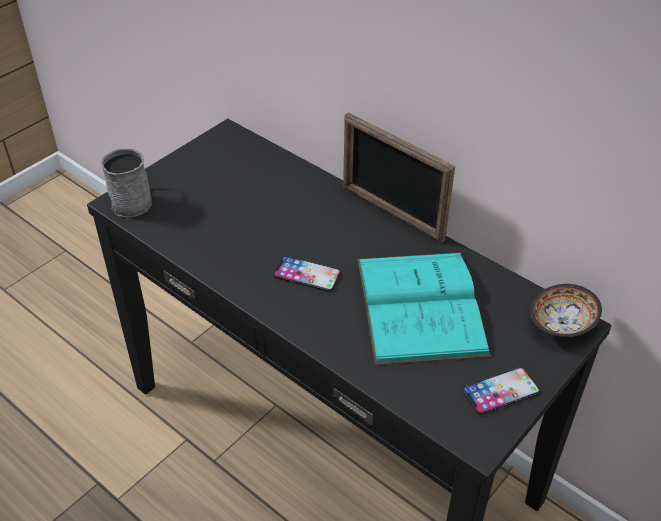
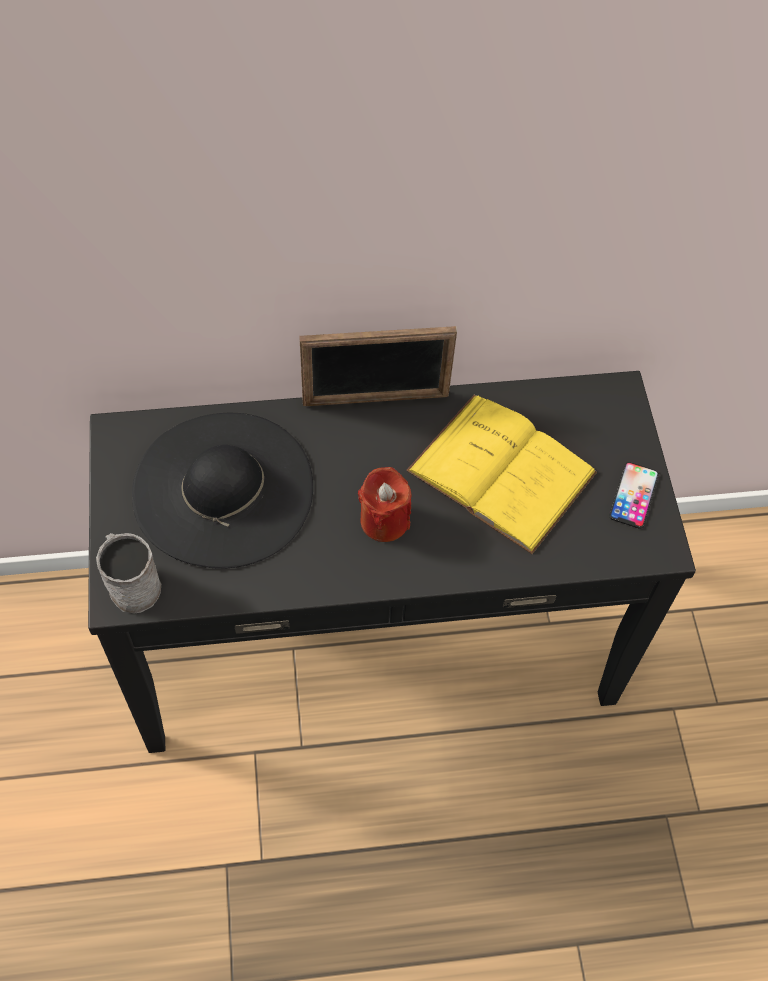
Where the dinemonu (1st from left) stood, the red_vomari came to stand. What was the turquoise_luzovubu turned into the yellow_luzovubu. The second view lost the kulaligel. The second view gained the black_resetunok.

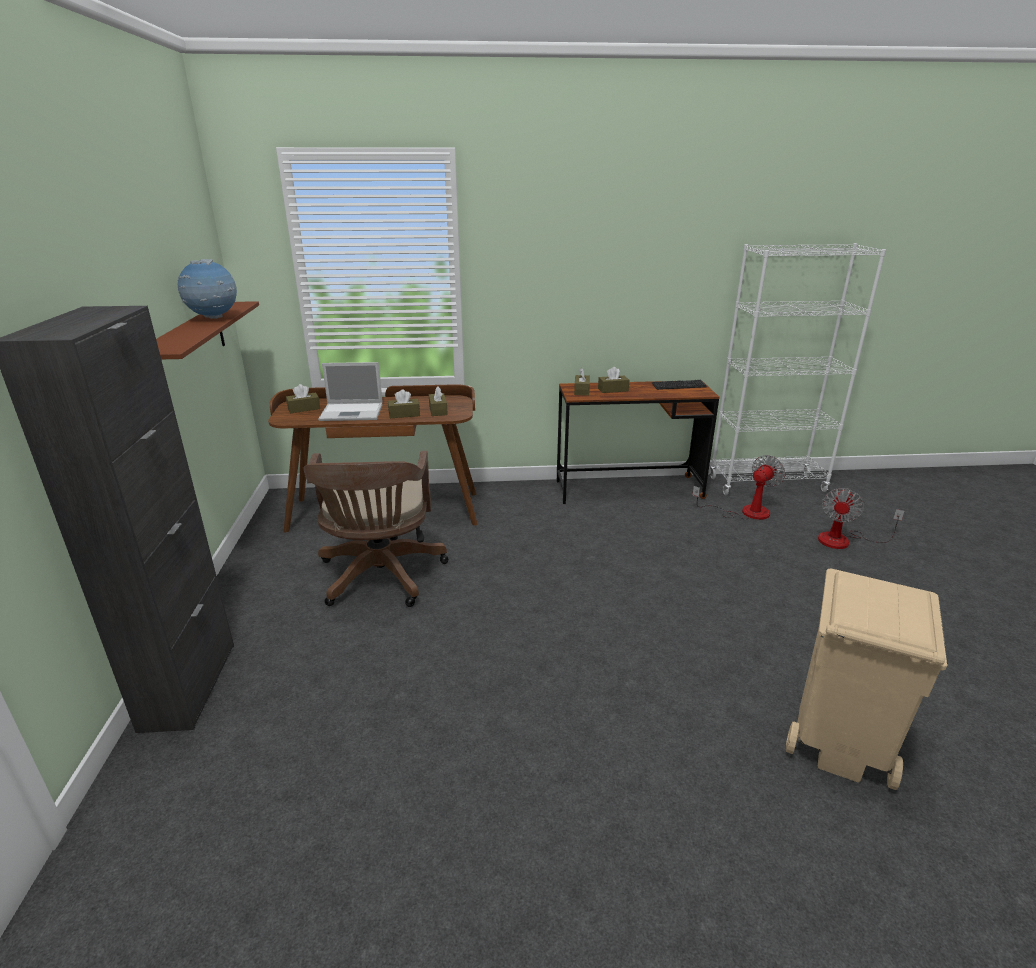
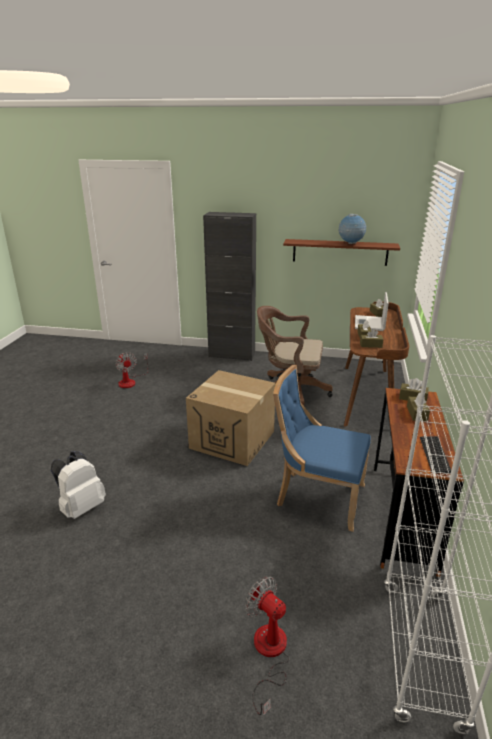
The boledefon (1st from left) ended up elsewhere. Where the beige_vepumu stood, the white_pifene came to stand. The second view gained the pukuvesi. The second view gained the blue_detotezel.

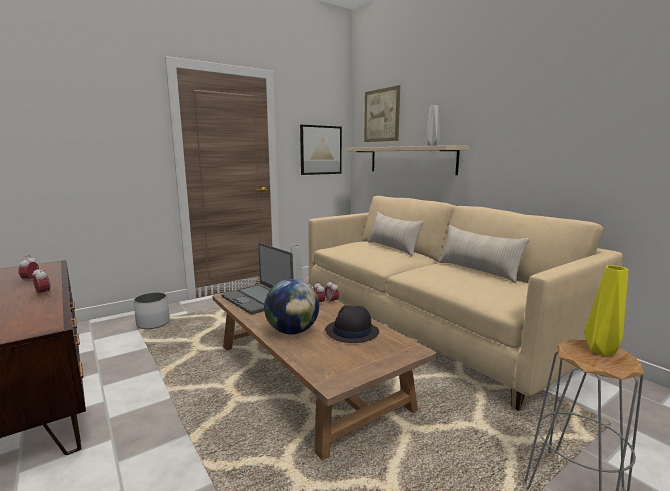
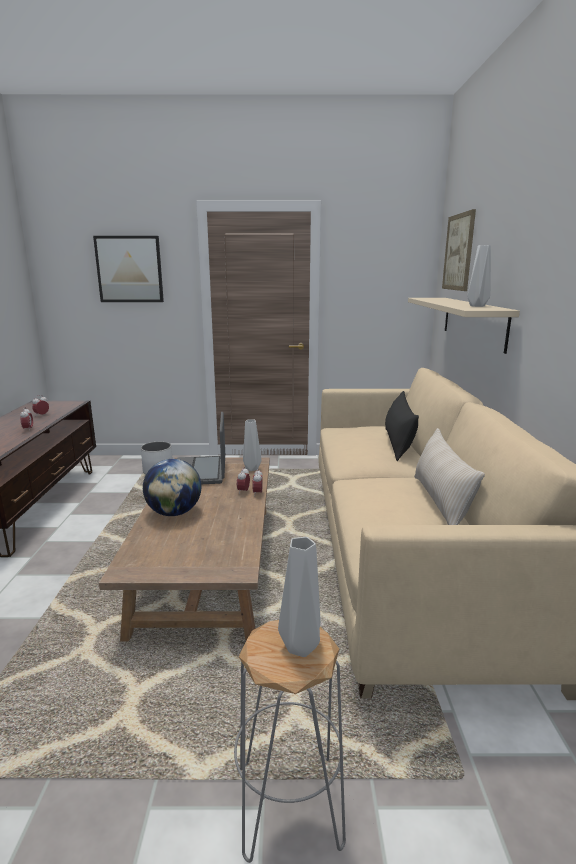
The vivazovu (1st from left) ended up elsewhere. The second view lost the black_resetunok. What was the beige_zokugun (1st from left) turned into the black_zokugun. What was the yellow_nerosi turned into the grey_nerosi (2nd from left).

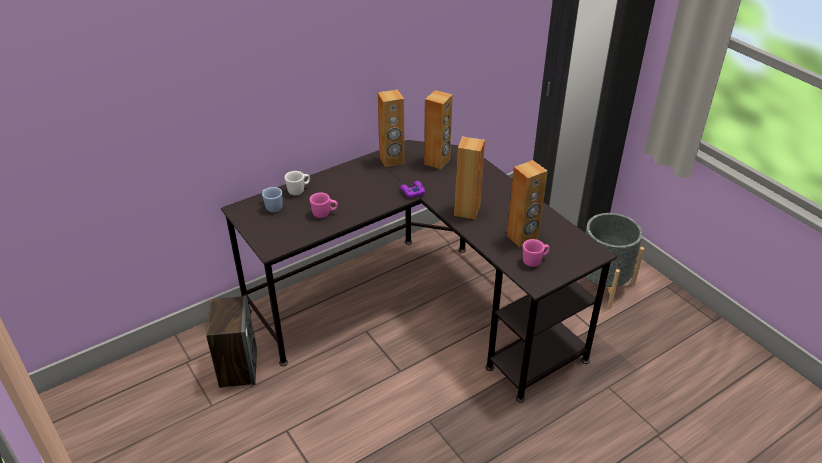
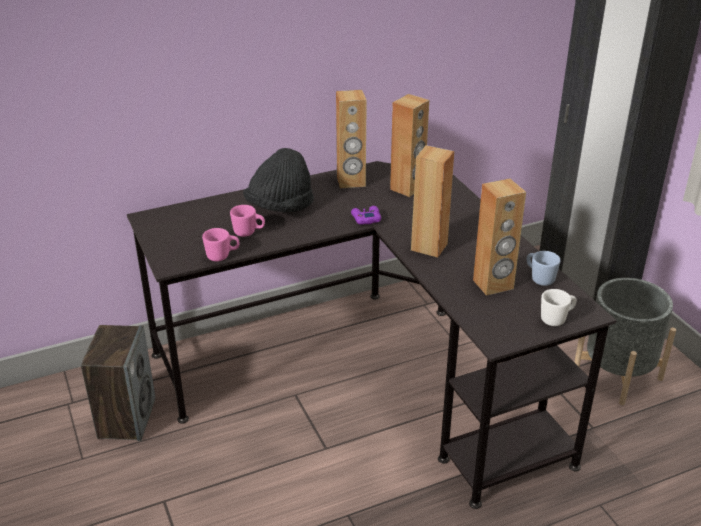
The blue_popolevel ended up elsewhere. The white_popolevel ended up elsewhere. The pink_popolevel (2nd from left in the first image) ended up elsewhere. The second view gained the black_resetunok.

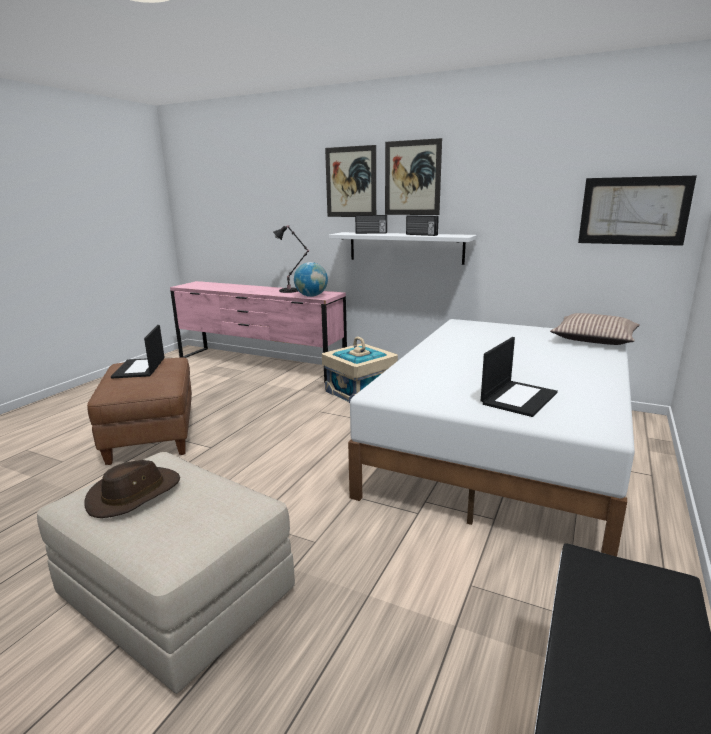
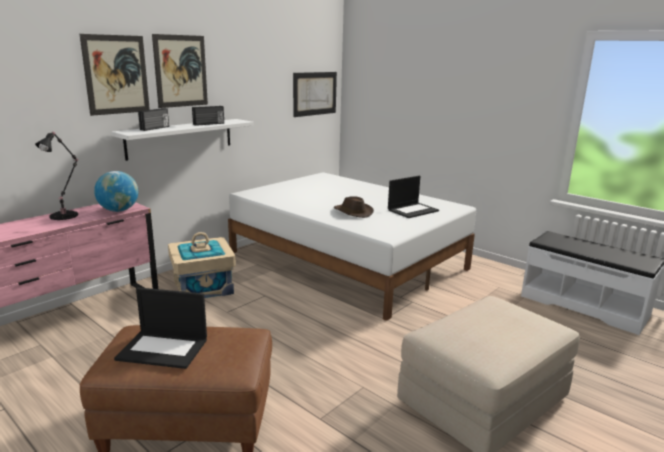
The brown_resetunok ended up elsewhere. The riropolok (2nd from left) ended up facing another way, 90 degrees clockwise from before. The second view lost the zokugun.

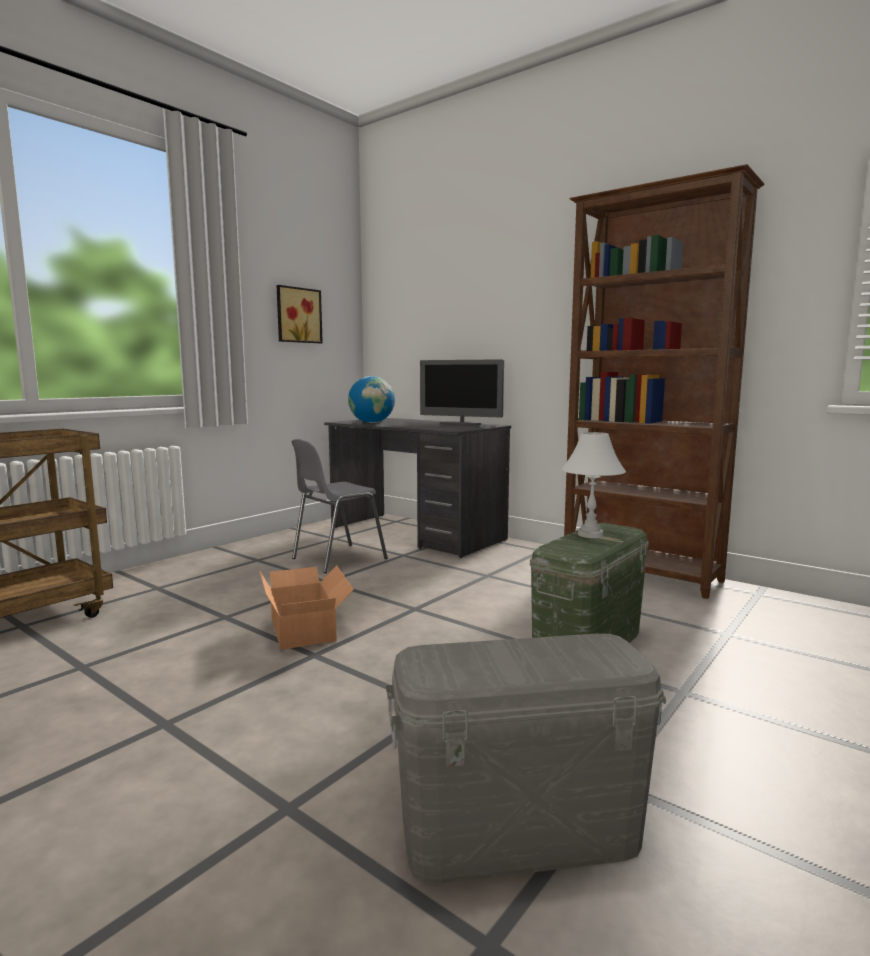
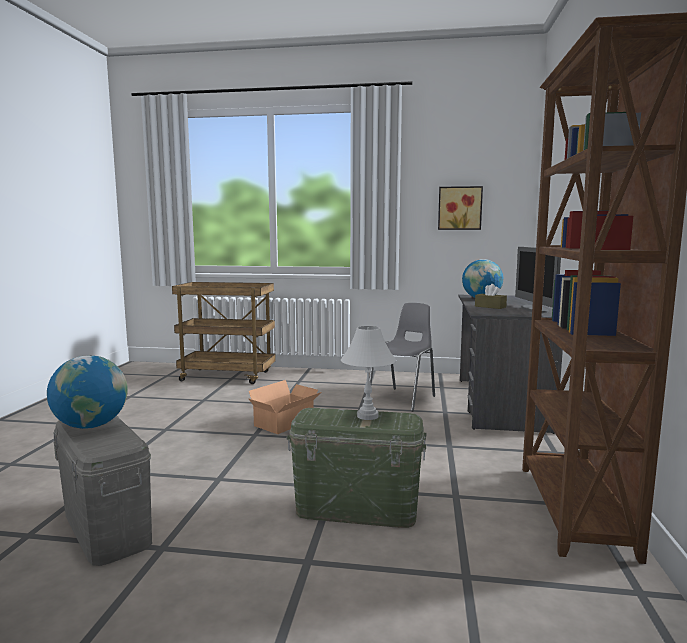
The grey_detotezel ended up facing another way, 105 degrees clockwise from before. The second view gained the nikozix (1st from left). The second view gained the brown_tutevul.

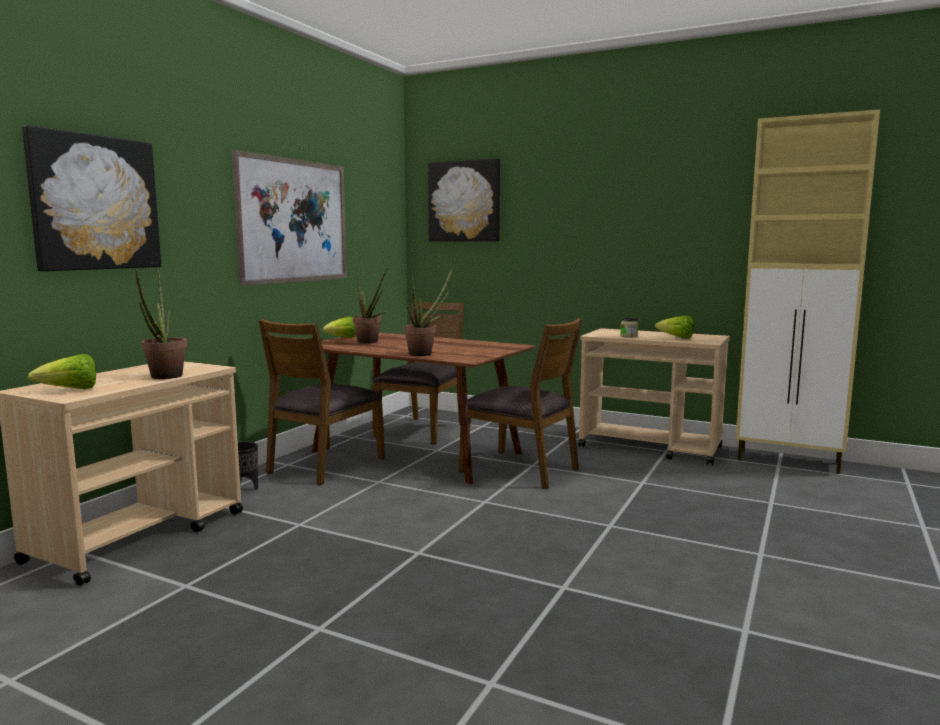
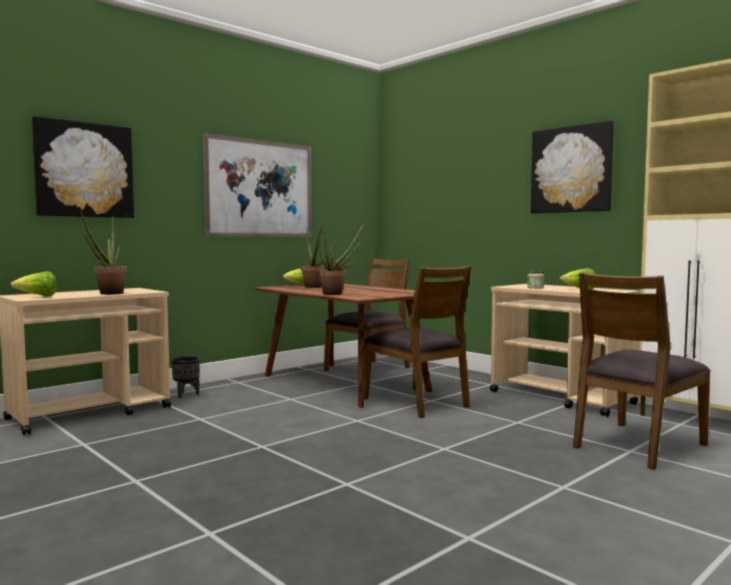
The brown_detotezel (1st from left in the first image) ended up elsewhere. The vivazovu (3rd from left) ended up elsewhere.

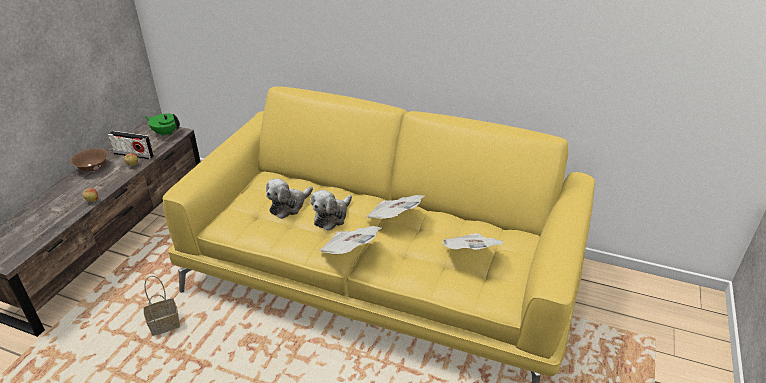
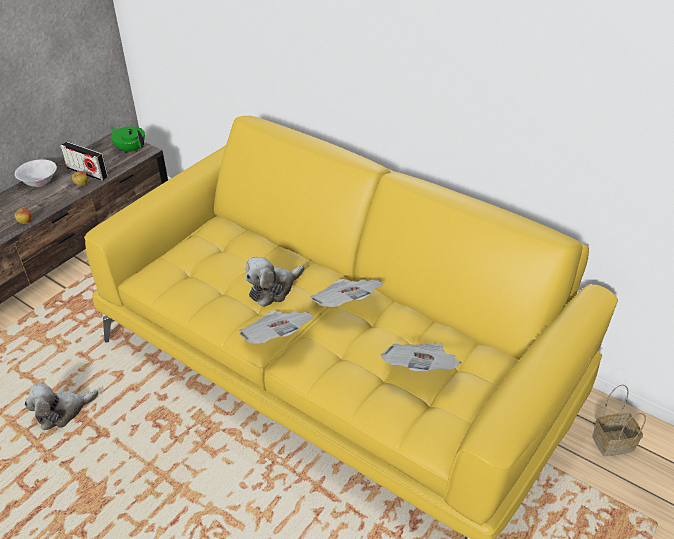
What was the brown_kulaligel turned into the white_kulaligel. The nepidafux ended up elsewhere. The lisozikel (1st from left) ended up elsewhere.

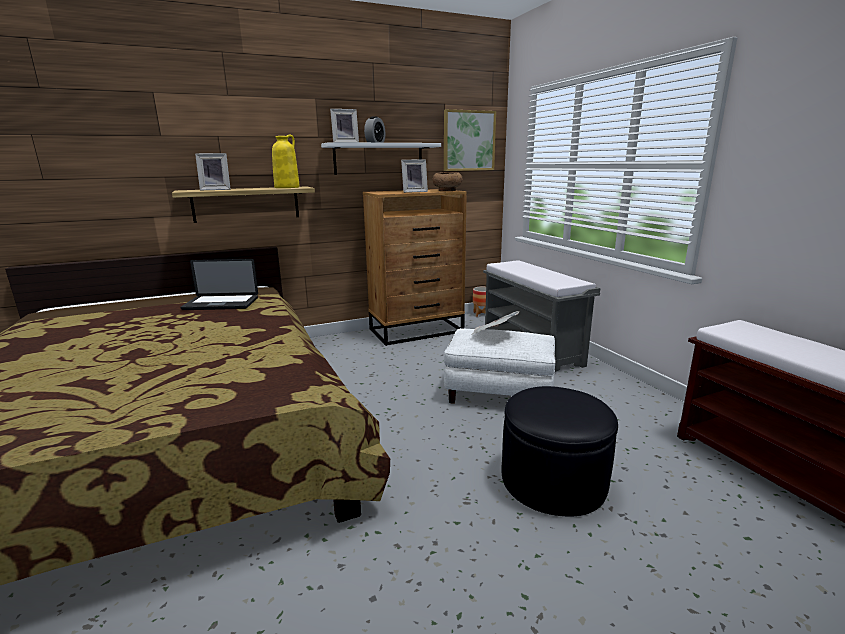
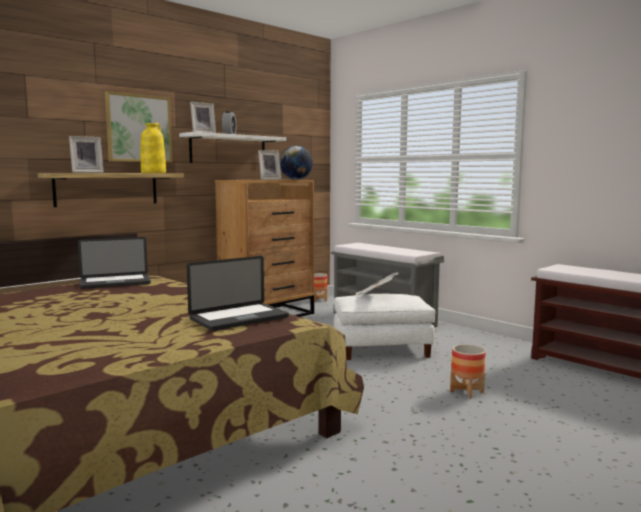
Where the brown_kulaligel stood, the nikozix came to stand. The vivazovu ended up elsewhere. Where the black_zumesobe stood, the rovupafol (2nd from left) came to stand. The second view gained the riropolok (2nd from left).

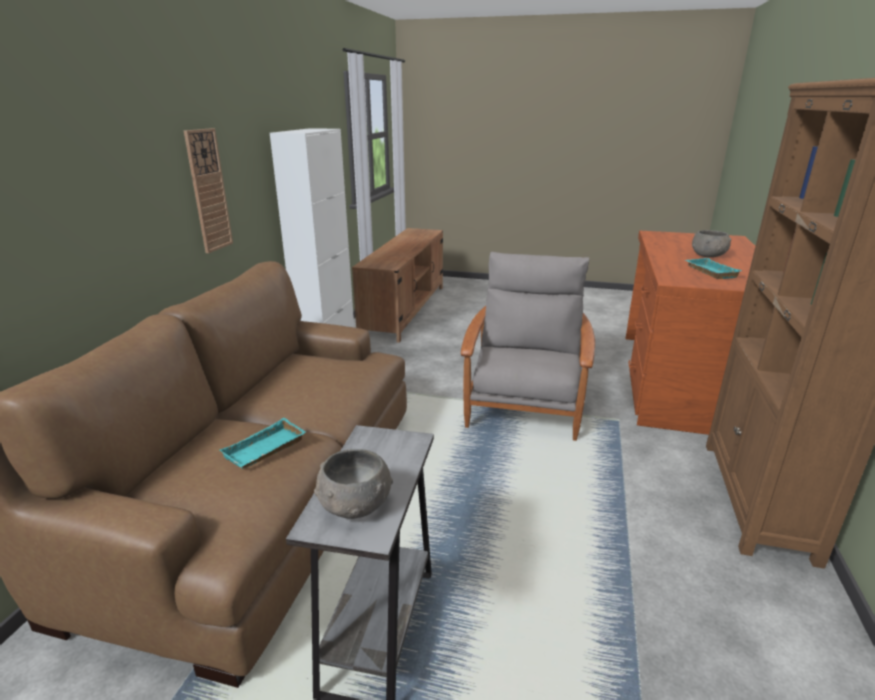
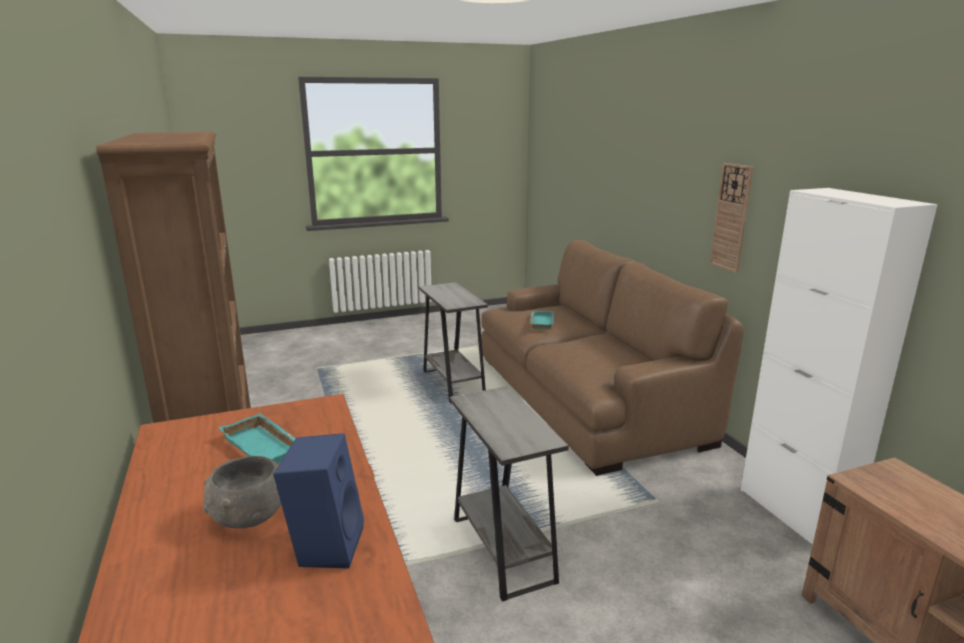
The second view lost the grey_kulaligel (1st from left). Where the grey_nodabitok stood, the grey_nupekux (2nd from left) came to stand. The second view gained the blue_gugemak.

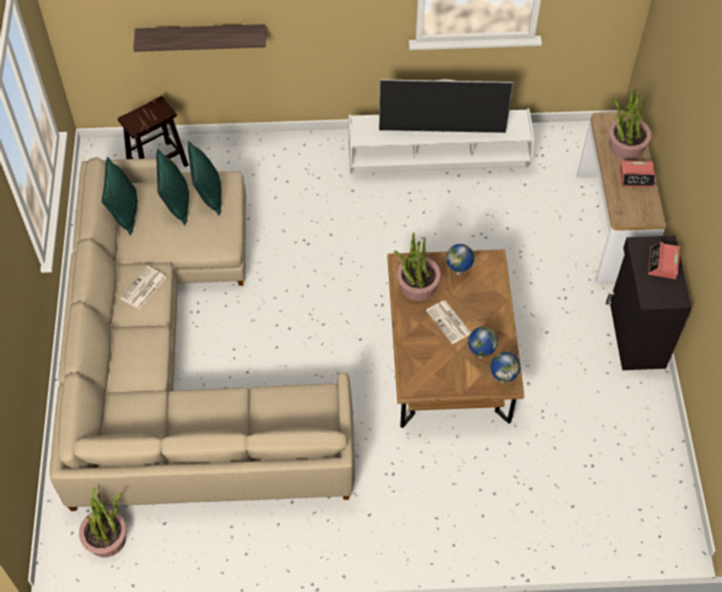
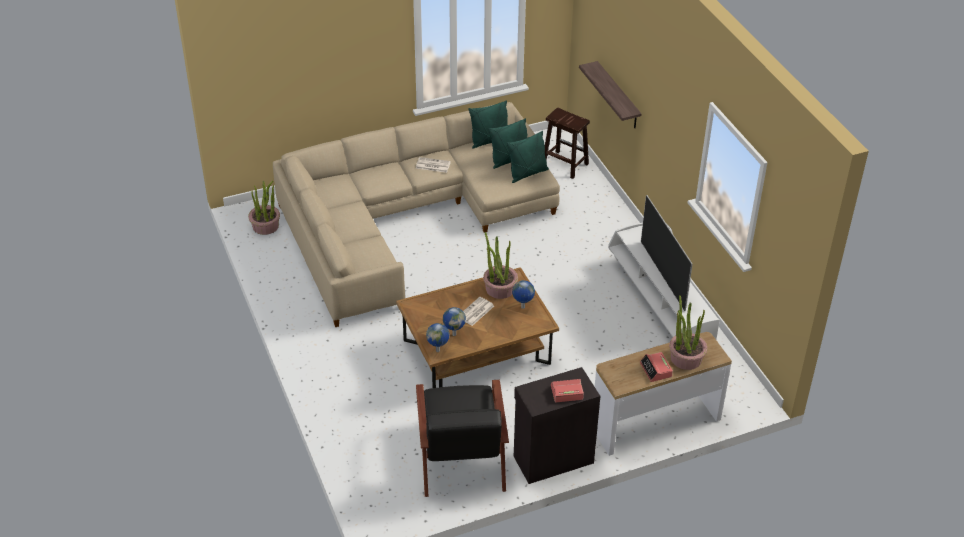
The second view gained the black_nodabitok.

